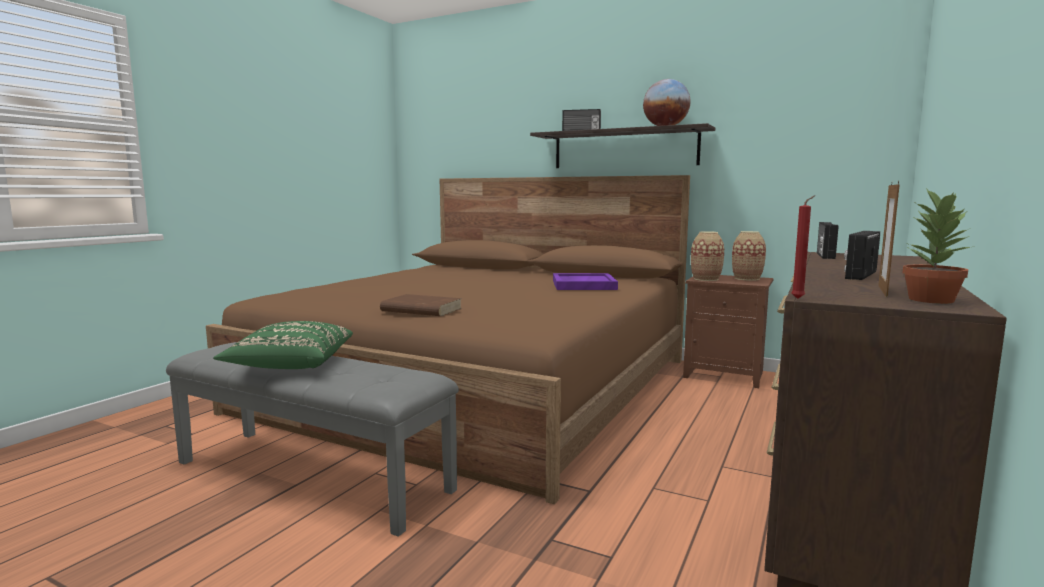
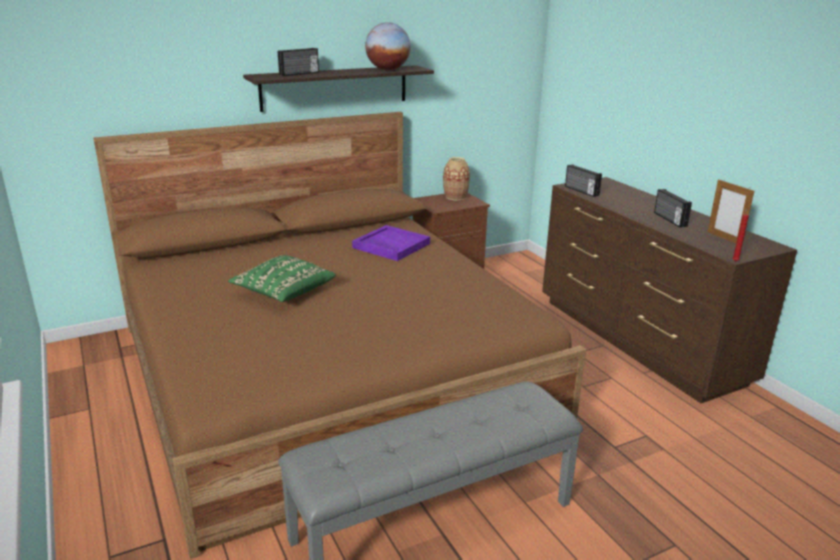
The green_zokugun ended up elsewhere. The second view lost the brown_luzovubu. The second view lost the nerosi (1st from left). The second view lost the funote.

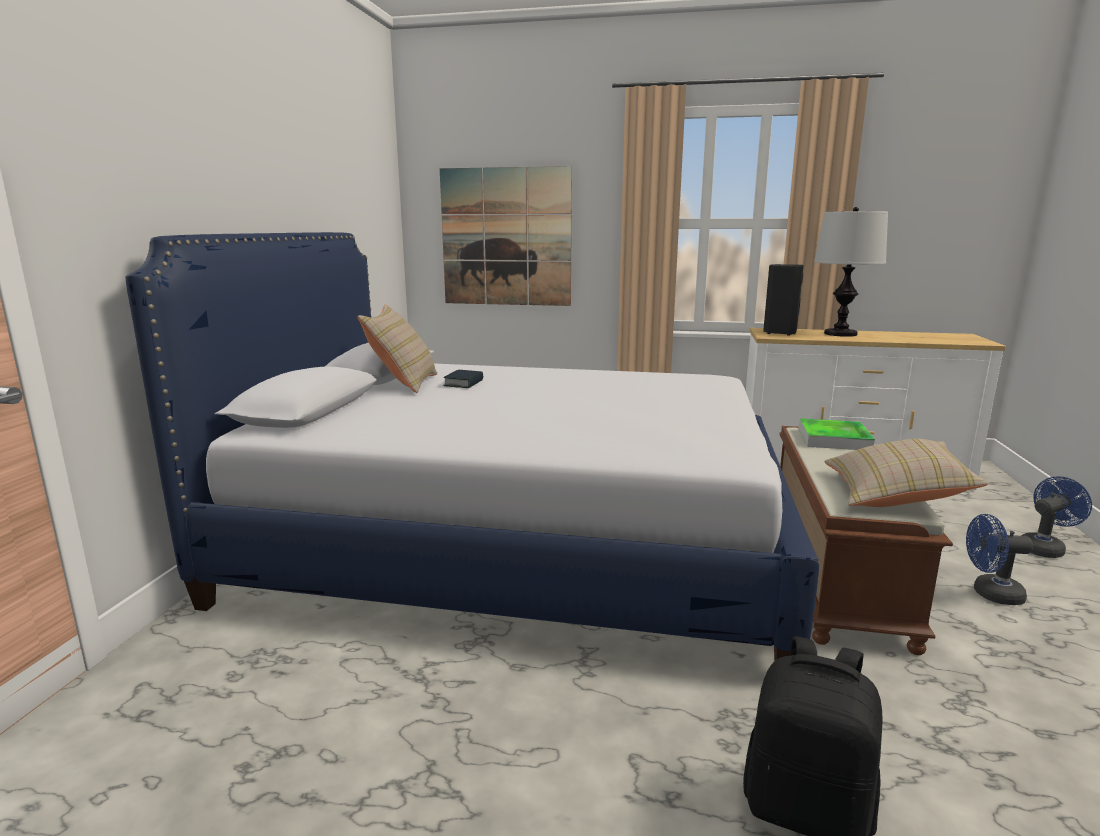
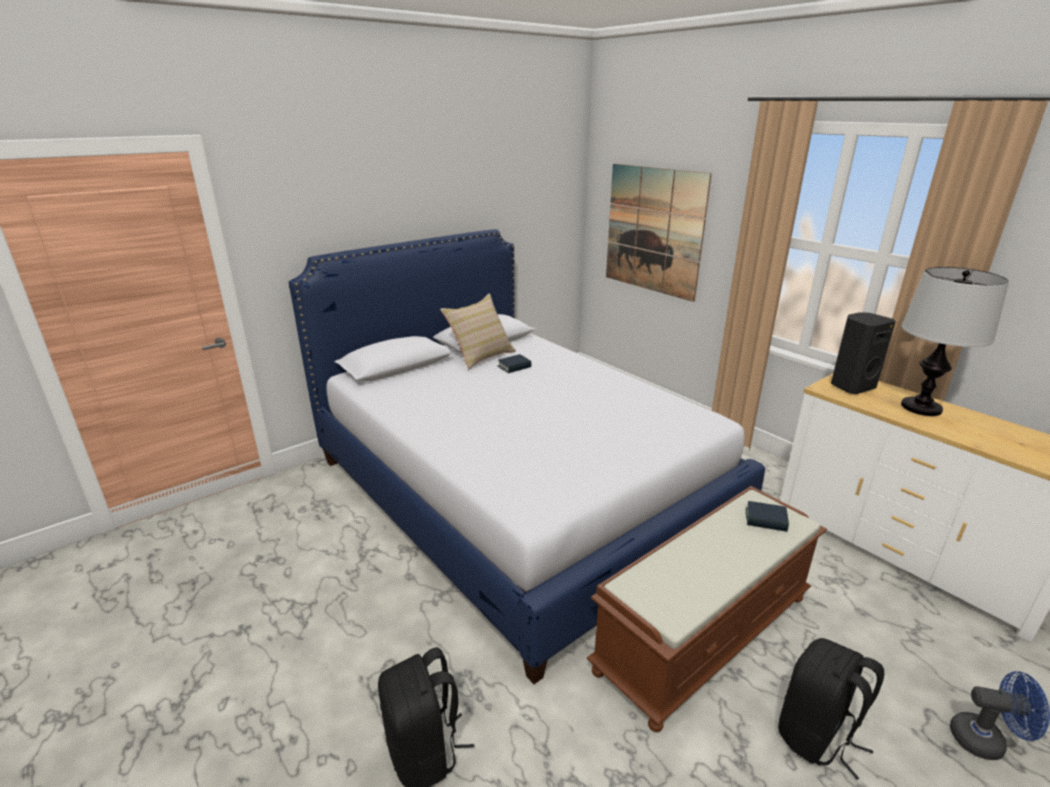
Where the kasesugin stood, the luzovubu (2nd from left) came to stand. The second view lost the beige_zokugun (2nd from left). Where the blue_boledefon (1st from left) stood, the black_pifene (2nd from left) came to stand.

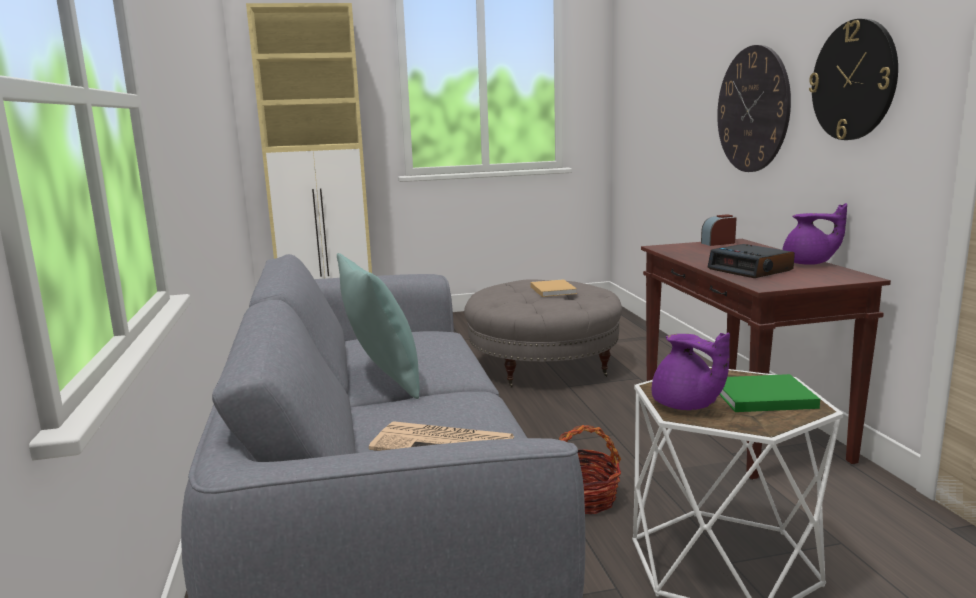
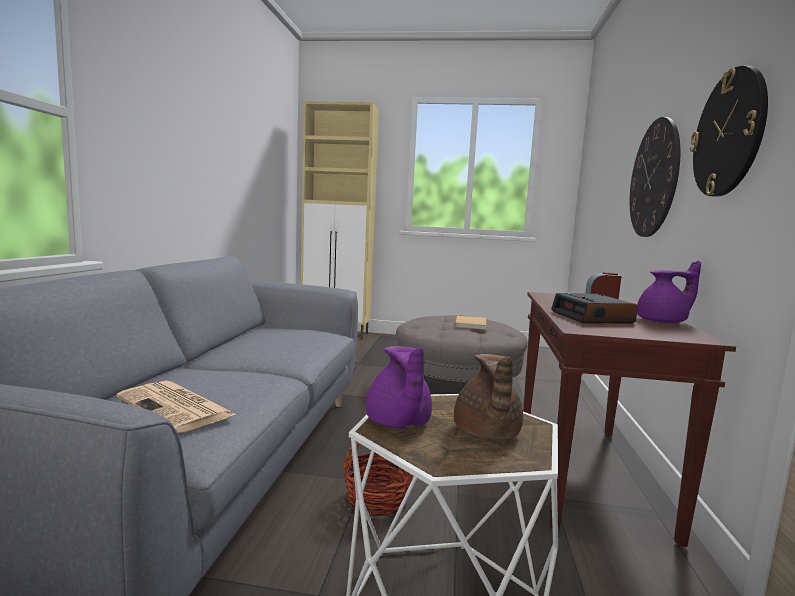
The second view lost the turquoise_zokugun. Where the green_luzovubu stood, the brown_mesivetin came to stand. The purple_mesivetin (2nd from left) ended up facing another way, 45 degrees counterclockwise from before.

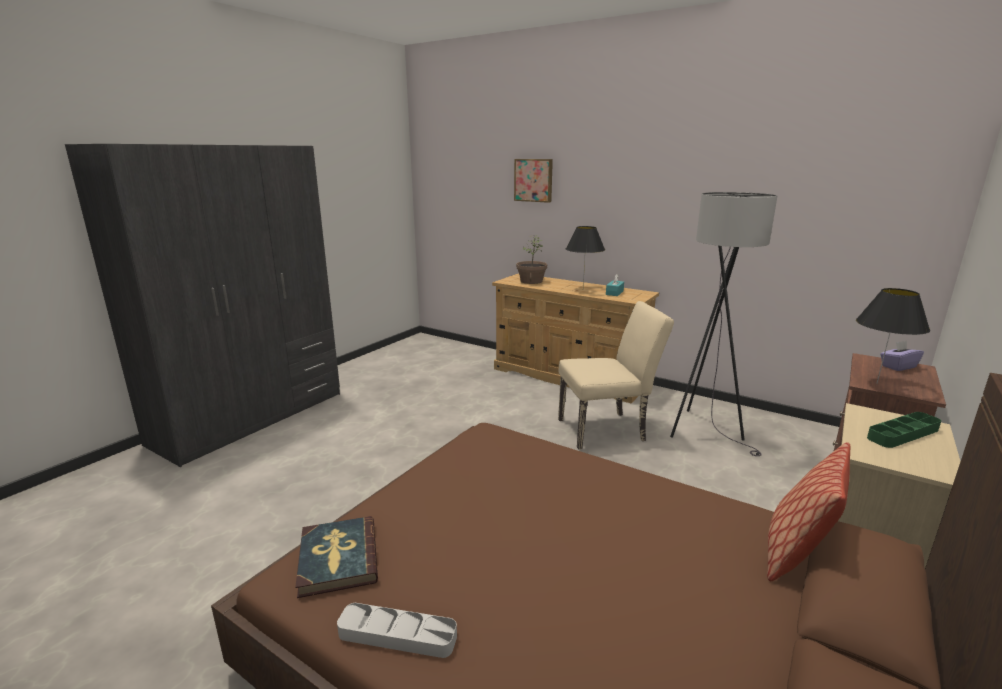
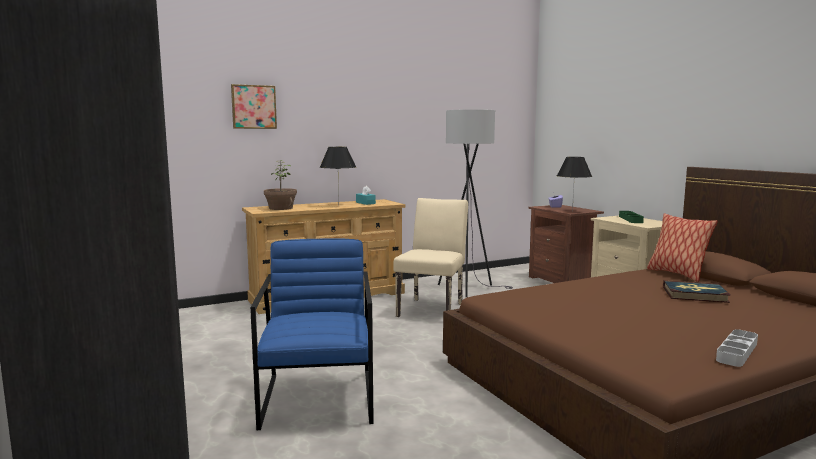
The luzovubu ended up elsewhere. The second view gained the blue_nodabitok.

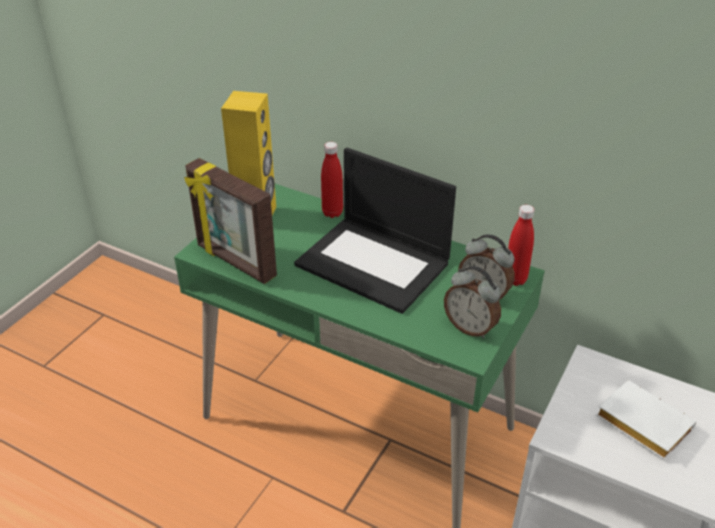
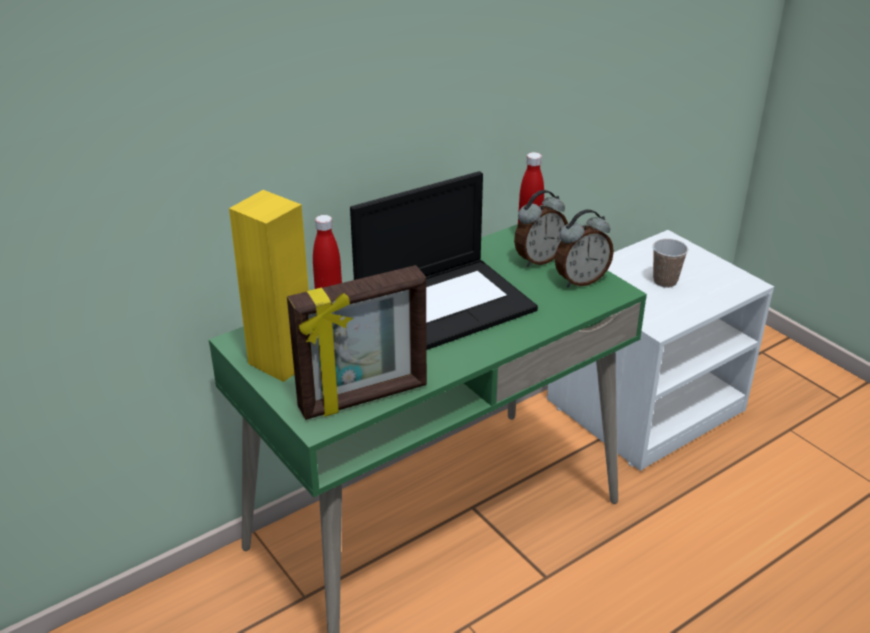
Where the white_luzovubu stood, the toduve came to stand.

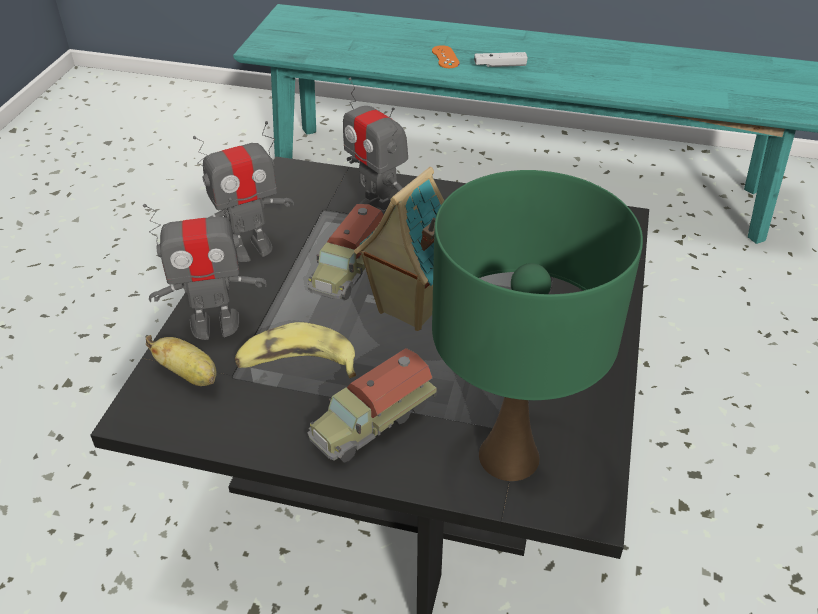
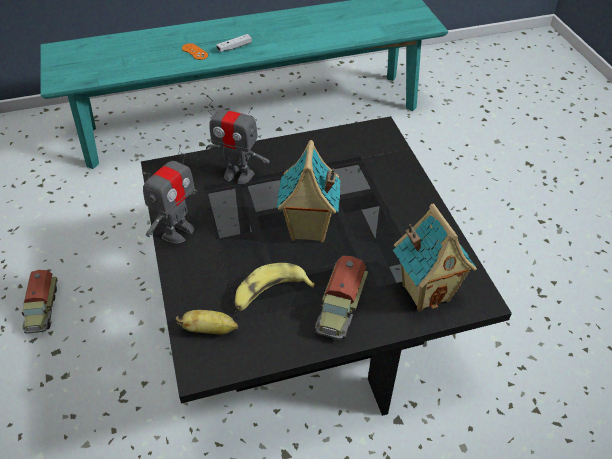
The second view lost the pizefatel (1st from left). The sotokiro (1st from left) ended up elsewhere. Where the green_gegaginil stood, the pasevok (2nd from left) came to stand.

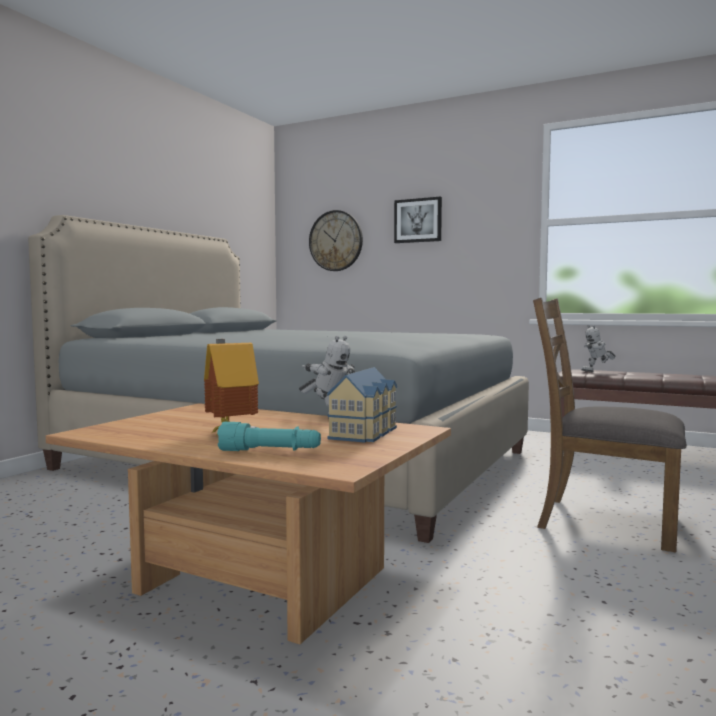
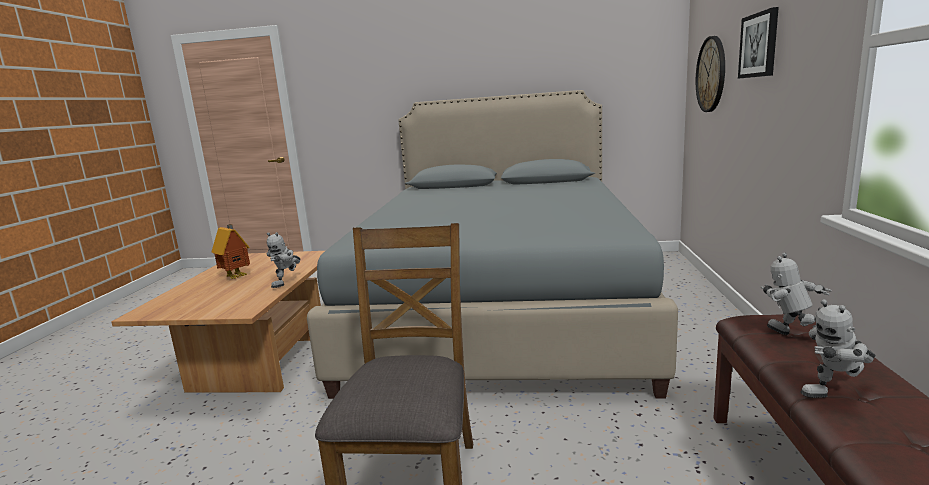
The second view lost the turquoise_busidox. The second view lost the pasevok (2nd from left). The second view gained the pizefatel (3rd from left).

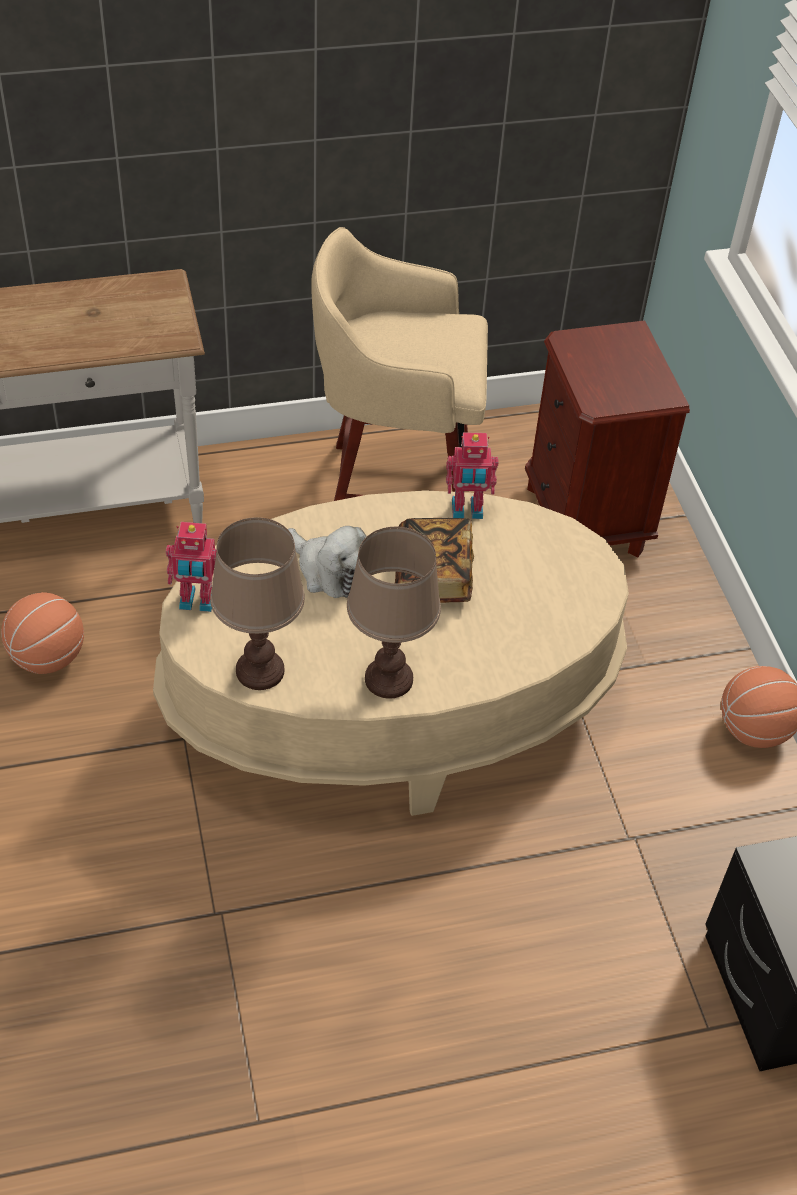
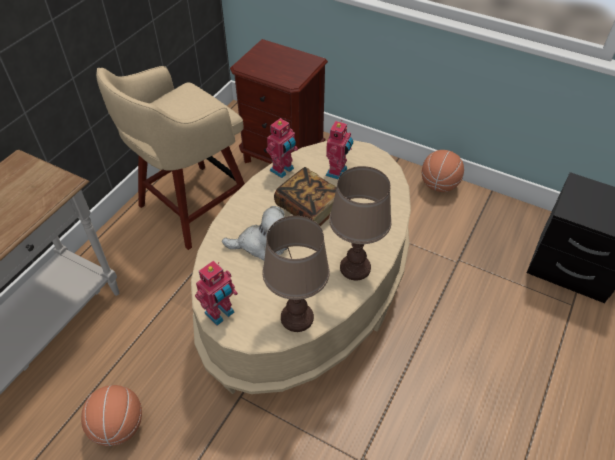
The second view gained the pizefatel (3rd from left).

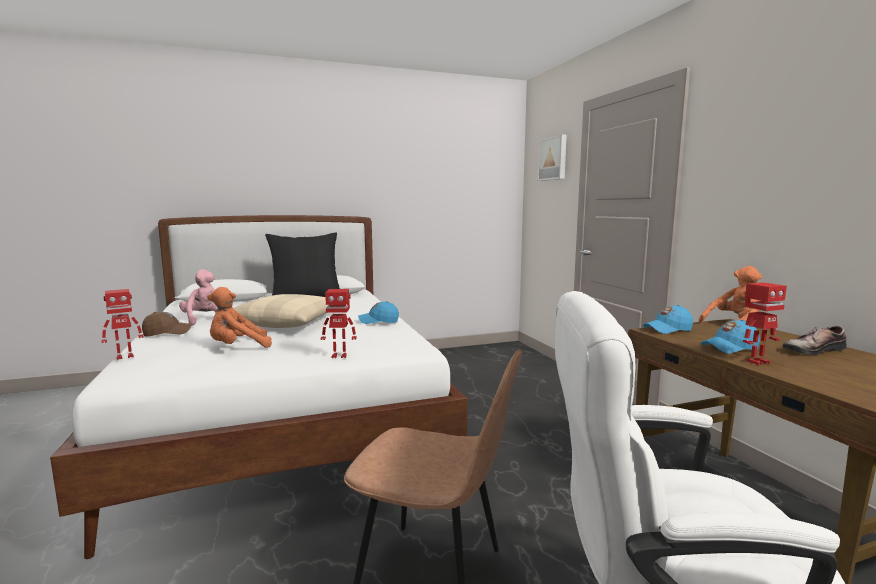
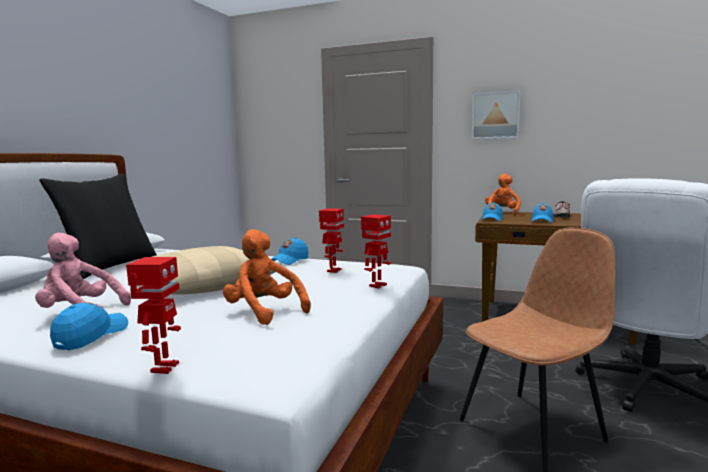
What was the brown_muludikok turned into the blue_muludikok (1st from left). The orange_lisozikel (1st from left) ended up facing another way, 120 degrees clockwise from before. The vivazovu ended up elsewhere. The pizefatel (3rd from left in the first image) ended up elsewhere.

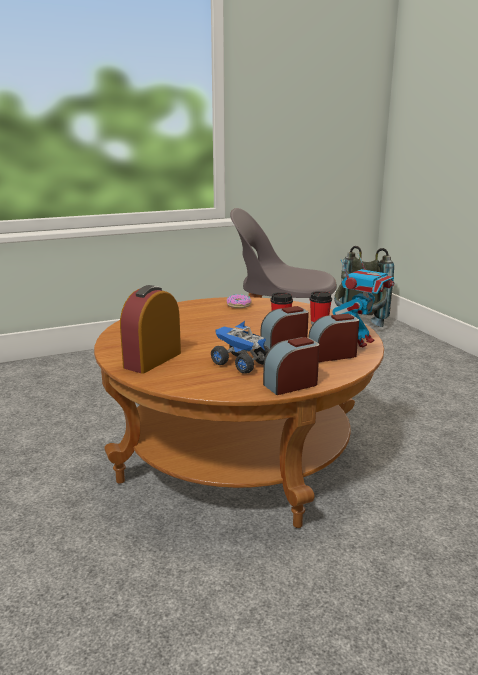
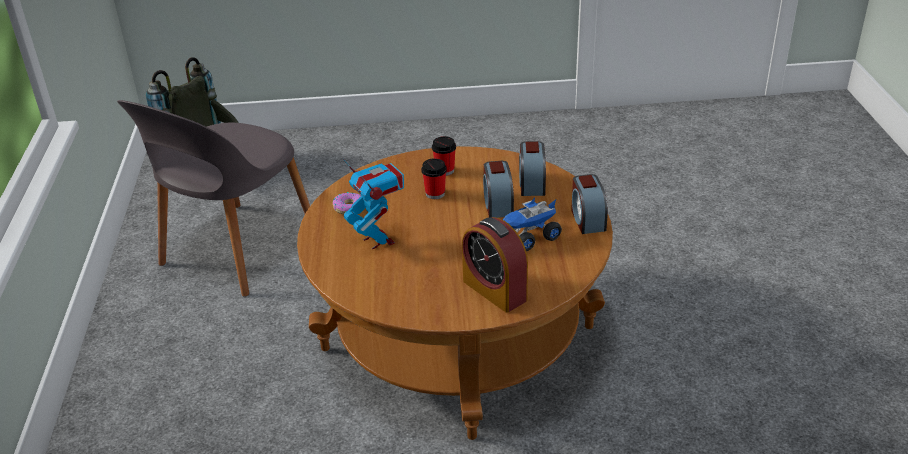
The pizefatel ended up elsewhere.

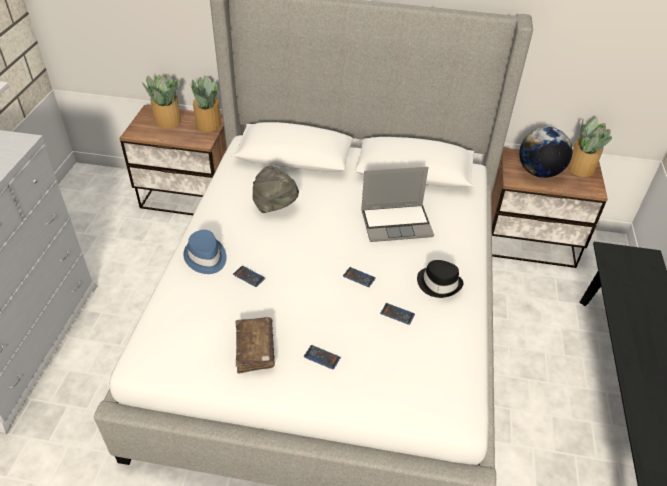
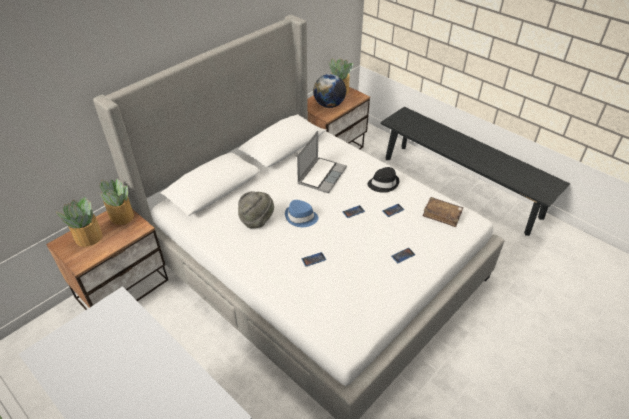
The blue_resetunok ended up elsewhere. The brown_luzovubu ended up elsewhere.

